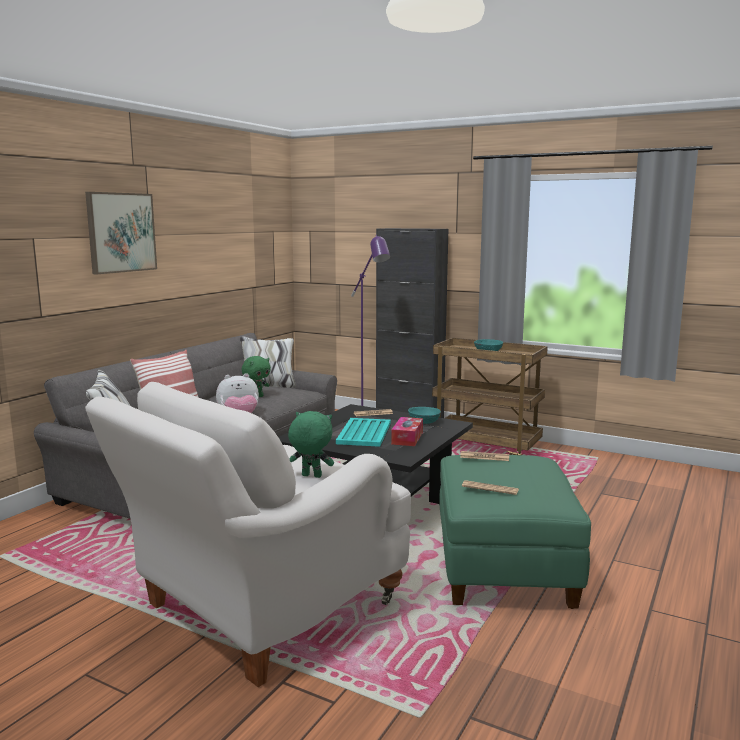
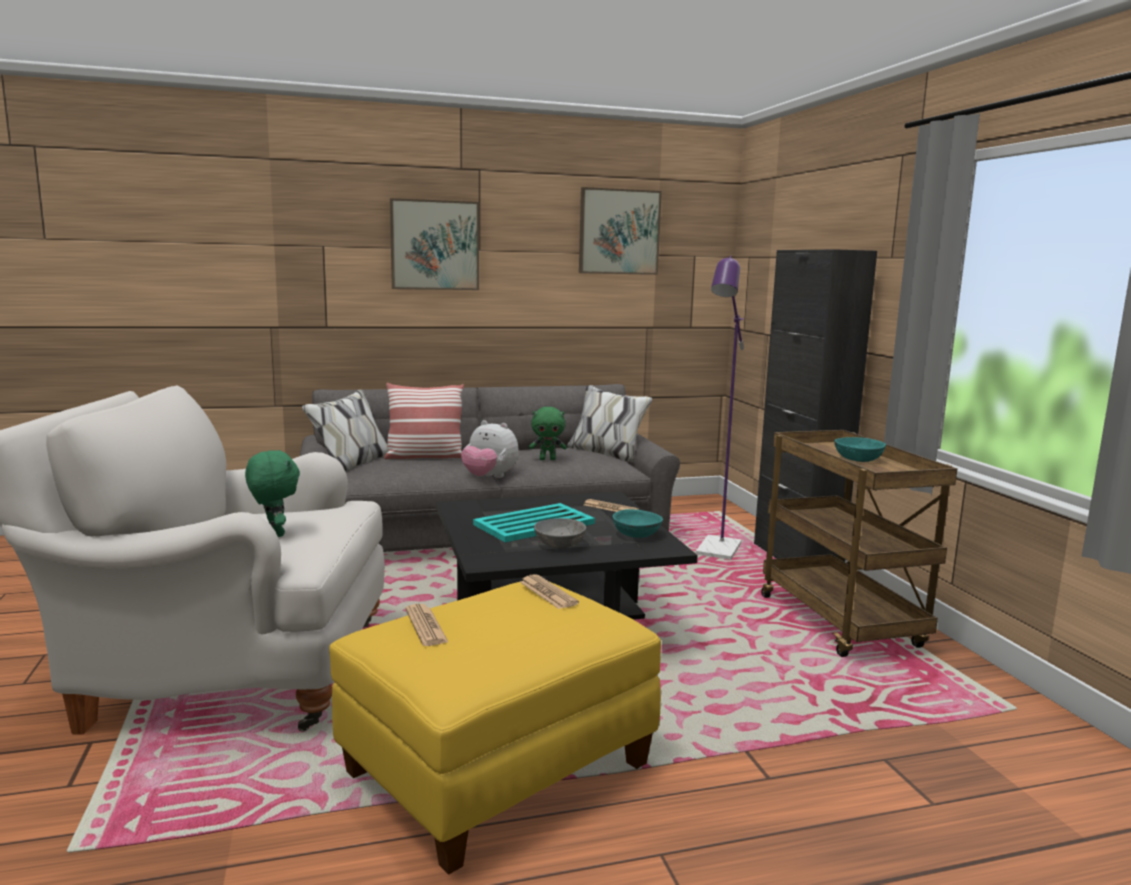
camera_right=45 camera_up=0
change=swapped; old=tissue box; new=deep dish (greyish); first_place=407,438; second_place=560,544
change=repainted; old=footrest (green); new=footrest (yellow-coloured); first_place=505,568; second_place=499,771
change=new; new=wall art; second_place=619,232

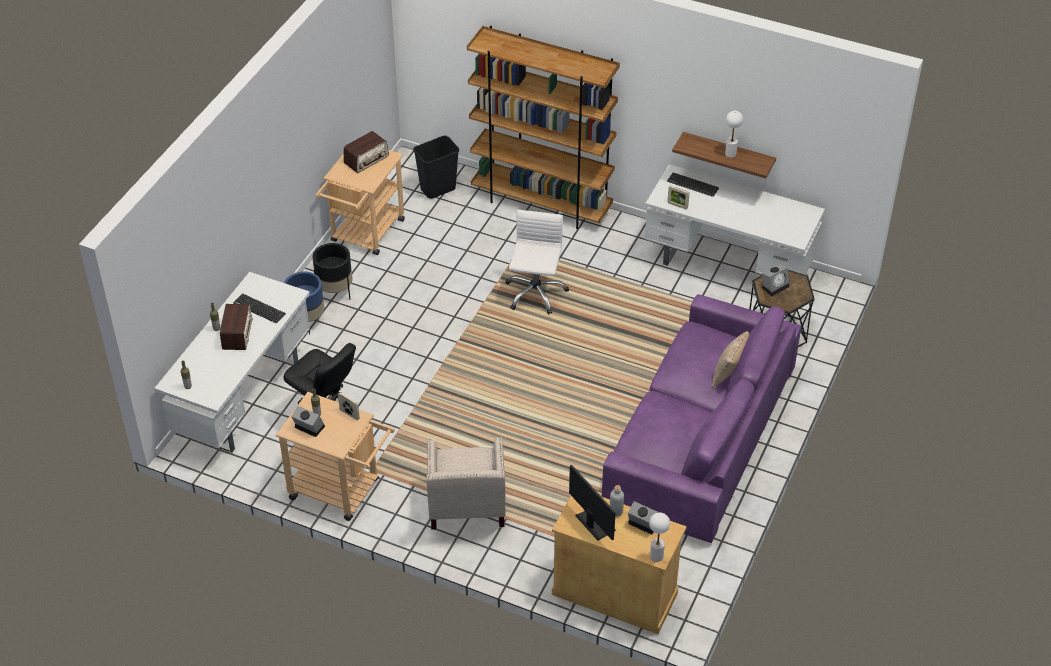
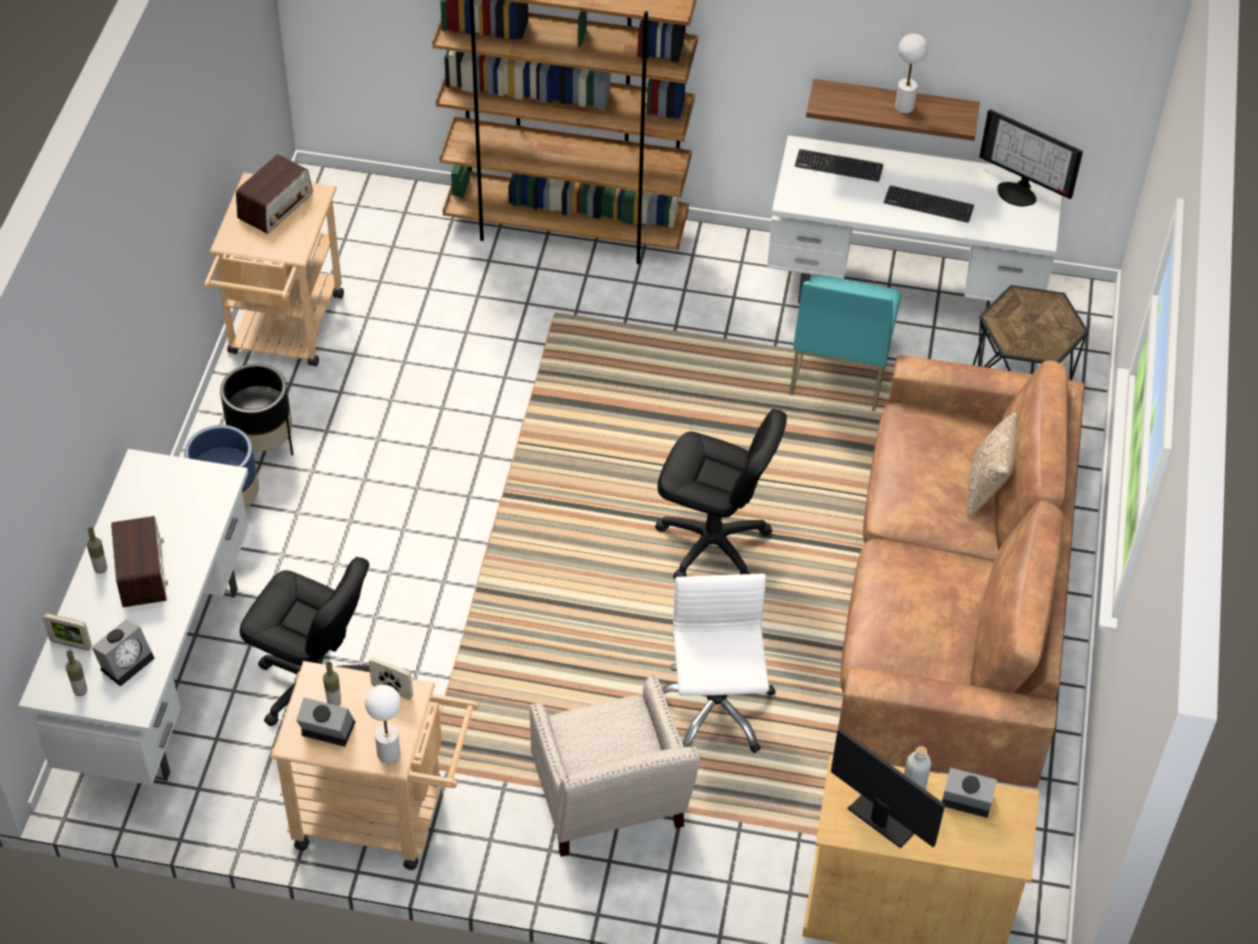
camera_right=-15 camera_up=5
change=gone; old=trash can (black); first_place=438,189
change=shifted; old=photo frame; first_place=677,205; second_place=71,644
change=shifted; old=desk chair (whitish); first_place=535,293; second_place=714,710
change=shifted; old=table clock; first_place=775,286; second_place=127,661
change=shifted; old=computer keyboard; first_place=259,308; second_place=928,205
change=repainted; old=sofa (purple); new=sofa (brownish); first_place=699,435; second_place=953,596
change=shifted; old=table lamp (whitish); first_place=656,556; second_place=389,753
change=new; new=monitor; second_place=1019,192
change=new; new=upright chair (turquoise-coloured); second_place=839,368
change=new; new=desk chair (black); second_place=713,544

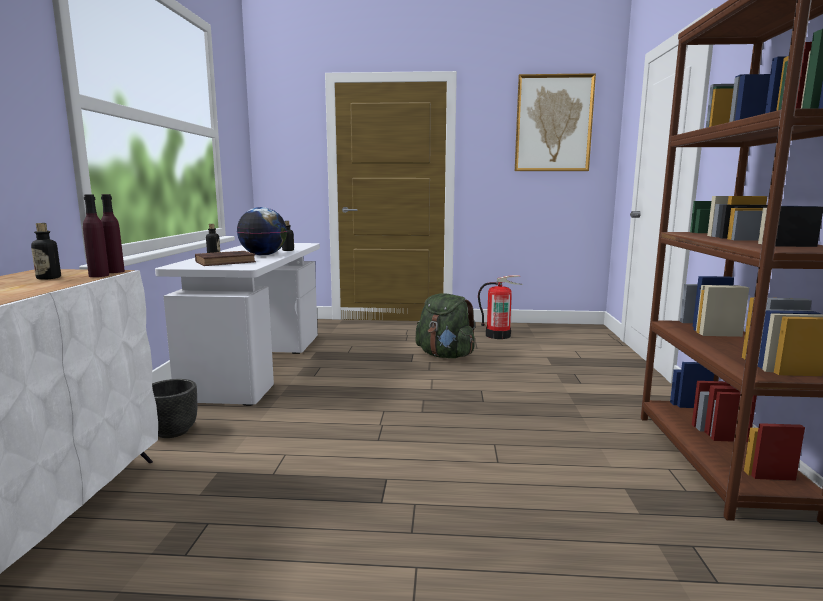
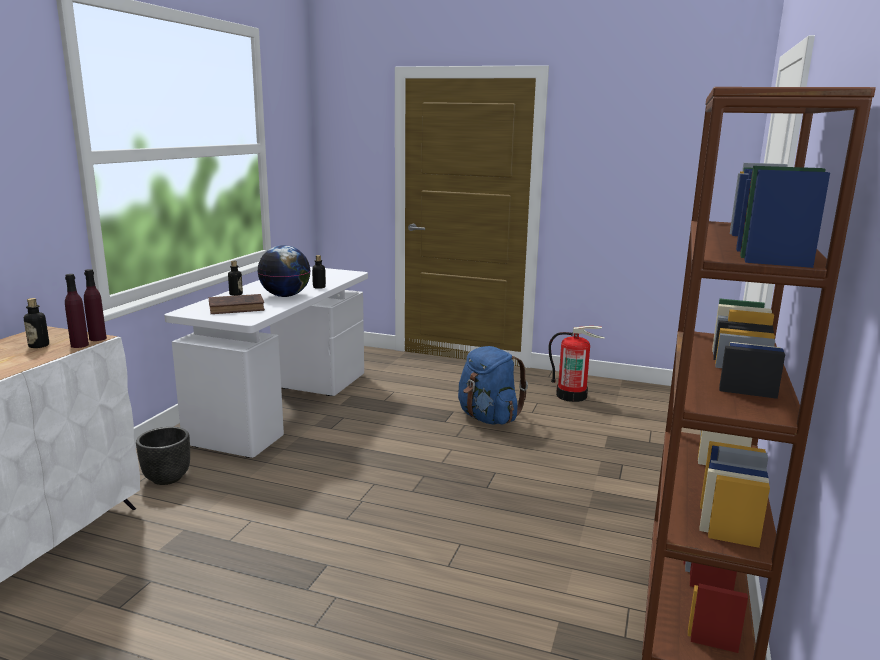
camera_right=15 camera_up=5
change=gone; old=wall art; first_place=553,123
change=repainted; old=backpack (green); new=backpack (blue); first_place=445,355; second_place=488,418

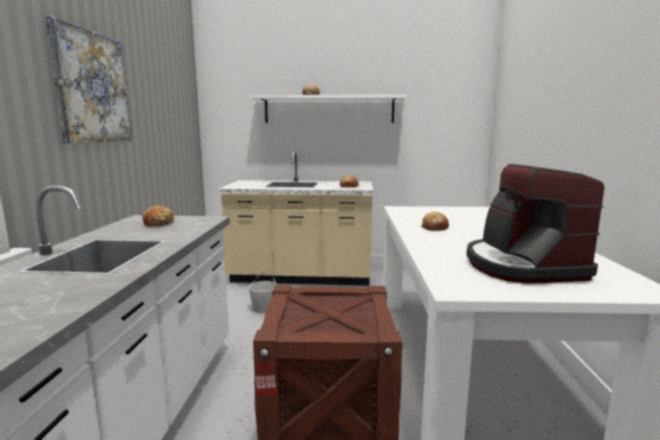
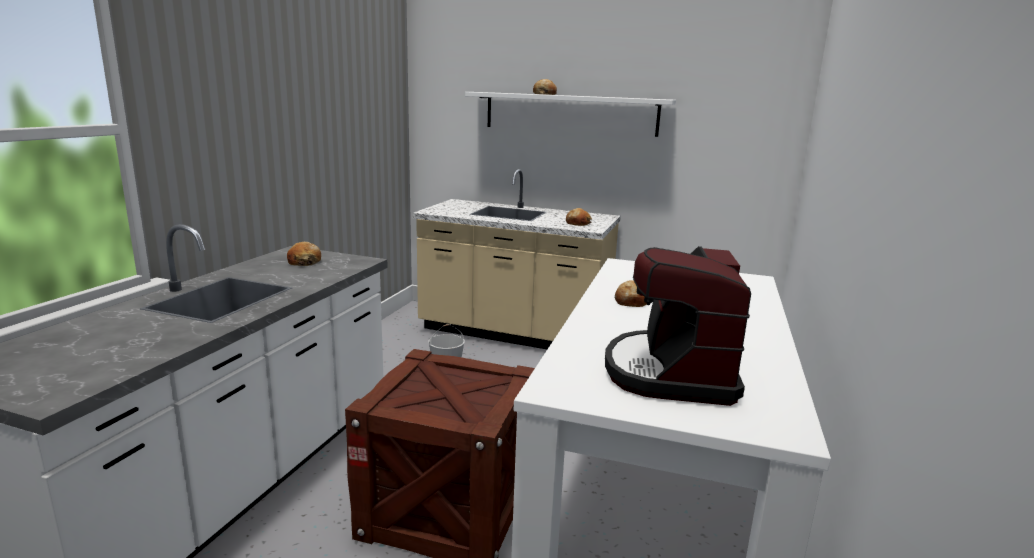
camera_right=15 camera_up=5
change=gone; old=wall art; first_place=92,87

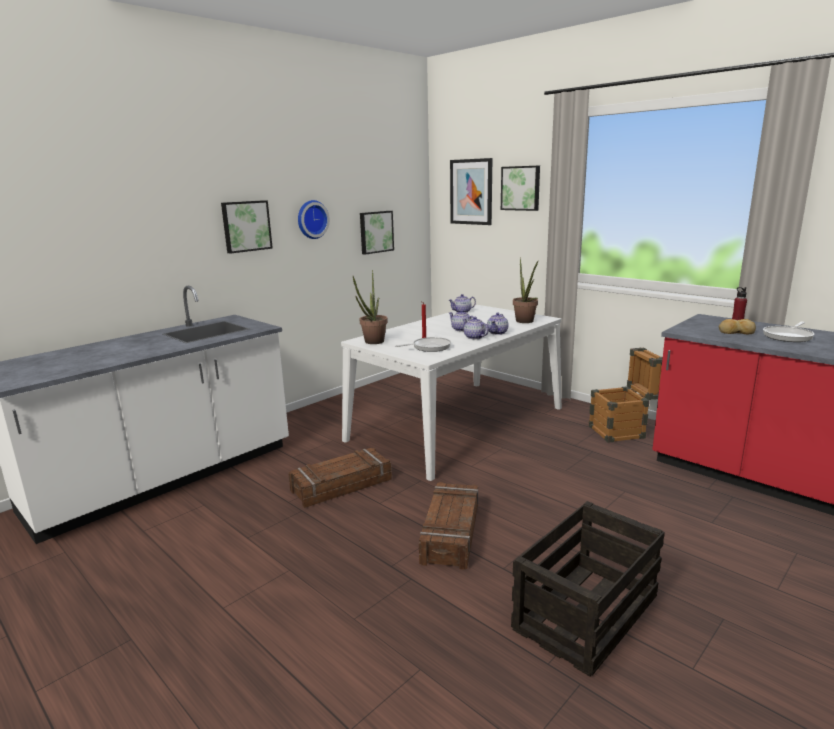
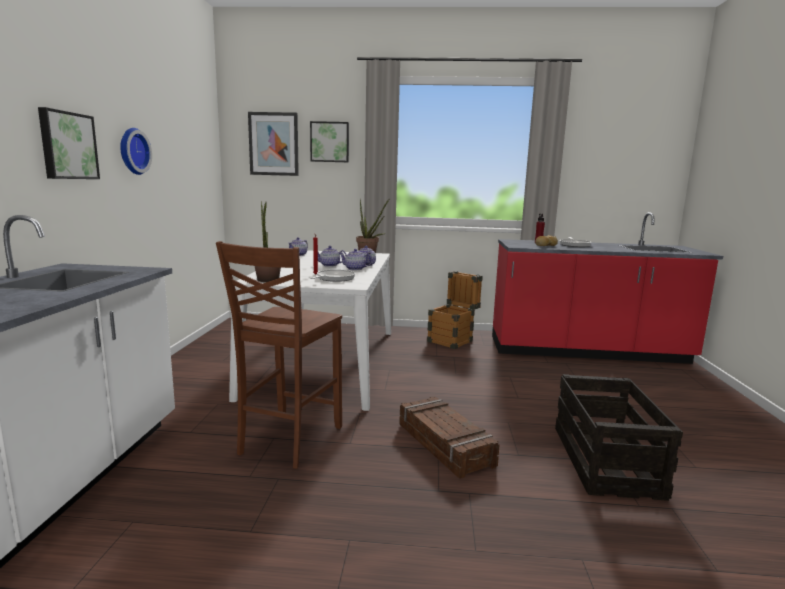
camera_right=-40 camera_up=-5
change=gone; old=wall art; first_place=375,232
change=swapped; old=crate; new=upright chair (brownish); first_place=341,485; second_place=288,440

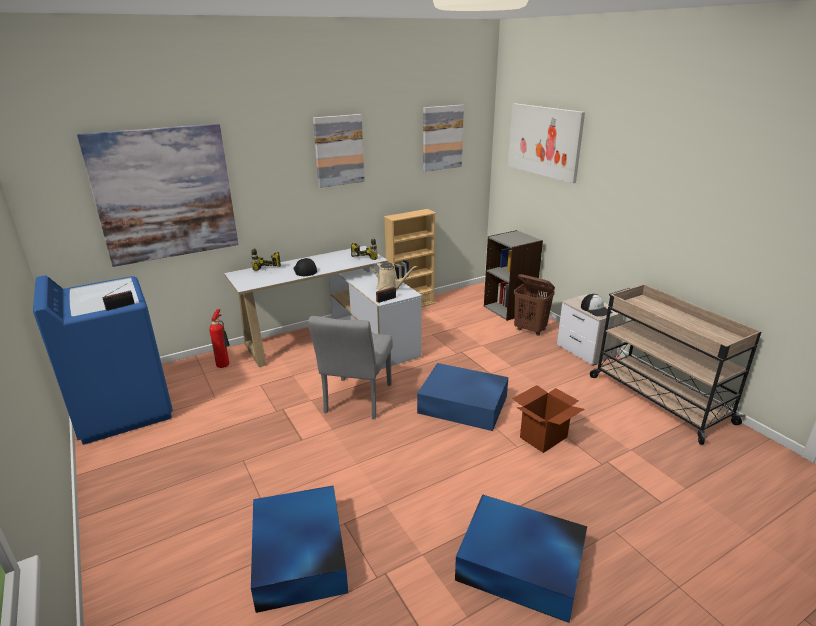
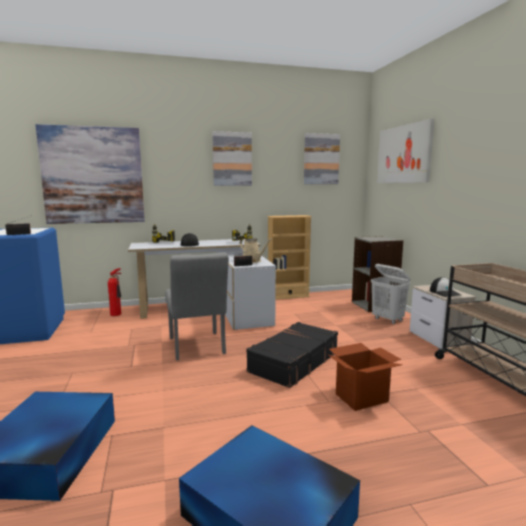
camera_right=15 camera_up=-15
change=repainted; old=washing basket (brownish); new=washing basket (whitish); first_place=530,330; second_place=388,319
change=rotated; old=upright chair (greyish); first_place=356,402; second_place=197,348; degrees=-45
change=swapped; old=storage box (blue); new=suitcase (black); first_place=464,405; second_place=293,362

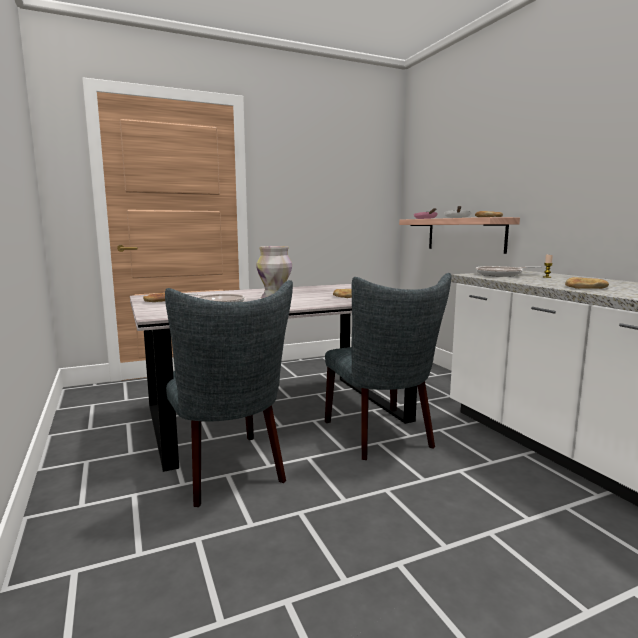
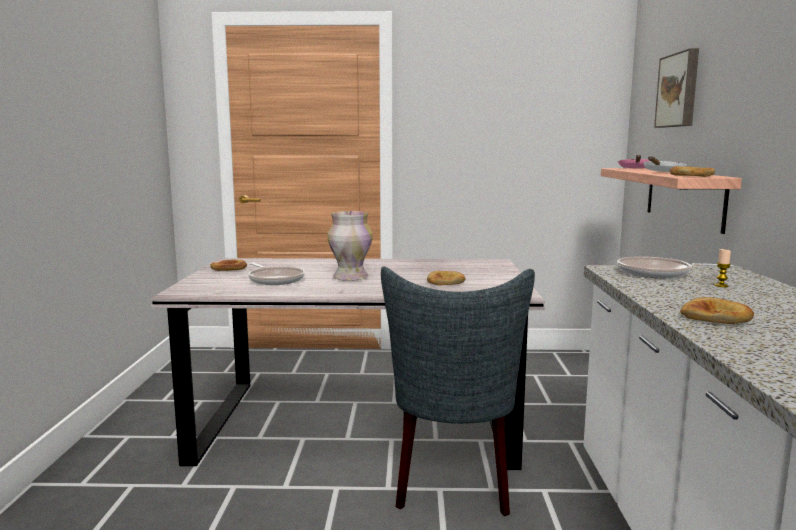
camera_right=25 camera_up=0
change=gone; old=upright chair (greyish); first_place=228,472
change=new; new=wall art; second_place=679,90

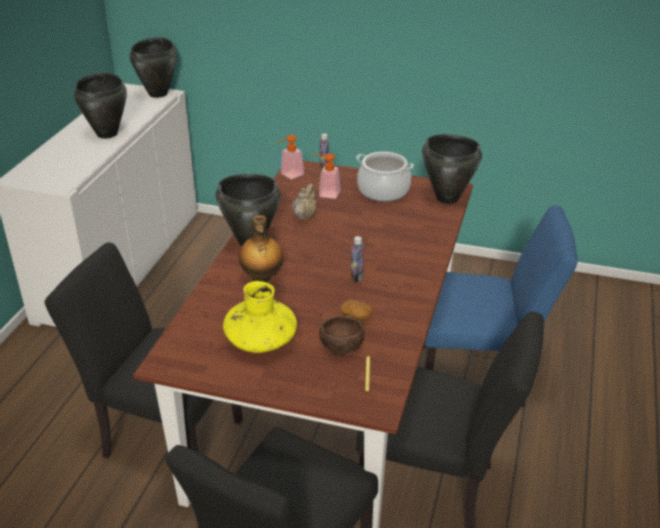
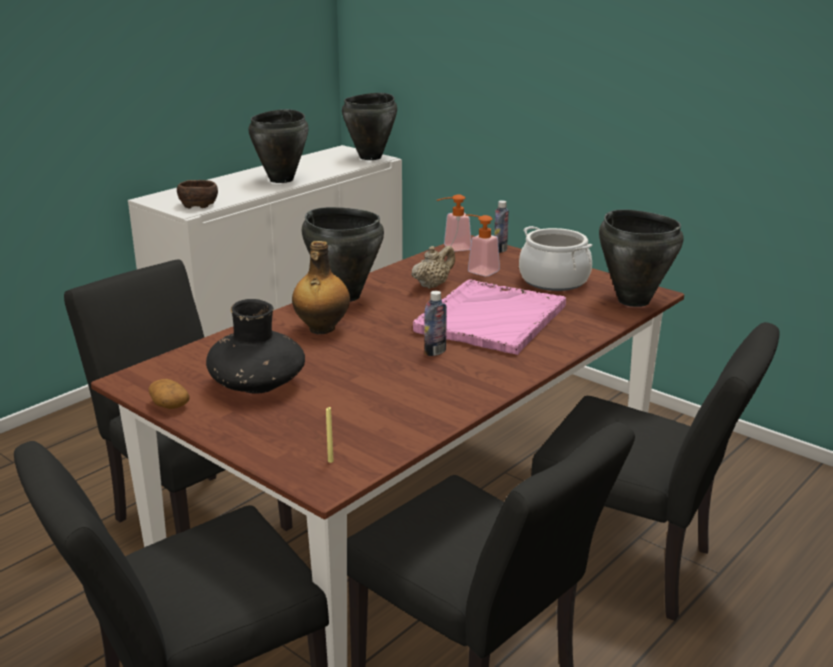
camera_right=25 camera_up=-10
change=repainted; old=upright chair (blue); new=upright chair (black); first_place=481,376; second_place=636,566
change=repainted; old=vase (yellow-coloured); new=vase (black); first_place=261,340; second_place=257,384
change=shifted; old=spud; first_place=355,317; second_place=169,405
change=shifted; old=deep dish (brownish); first_place=340,345; second_place=198,204
change=new; new=serving tray (pinkish); second_place=490,319

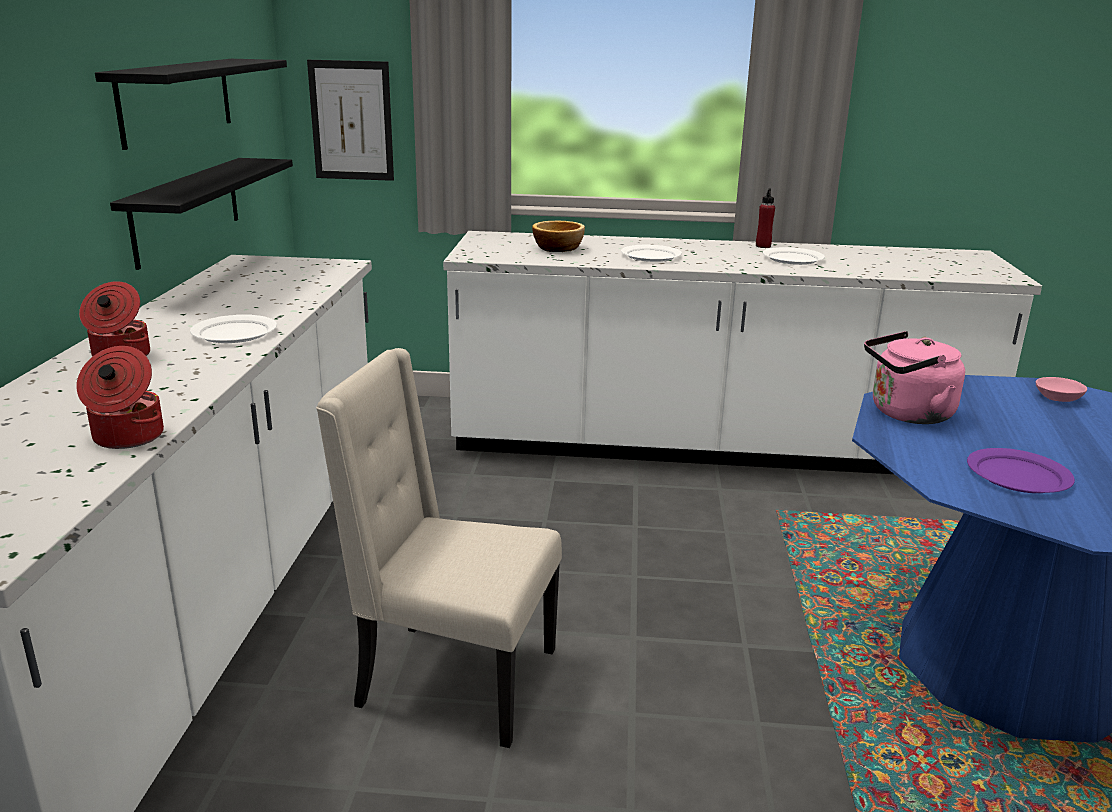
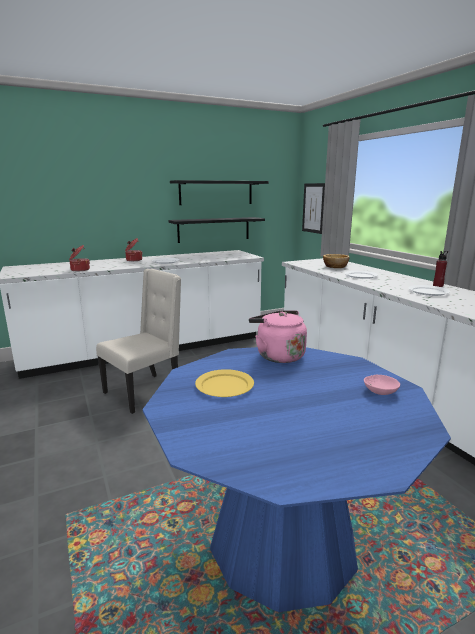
camera_right=60 camera_up=-5
change=rotated; old=upright chair (beige); first_place=452,680; second_place=145,392; degrees=60
change=repainted; old=plate (purple); new=plate (yellow-coloured); first_place=1017,475; second_place=224,385

